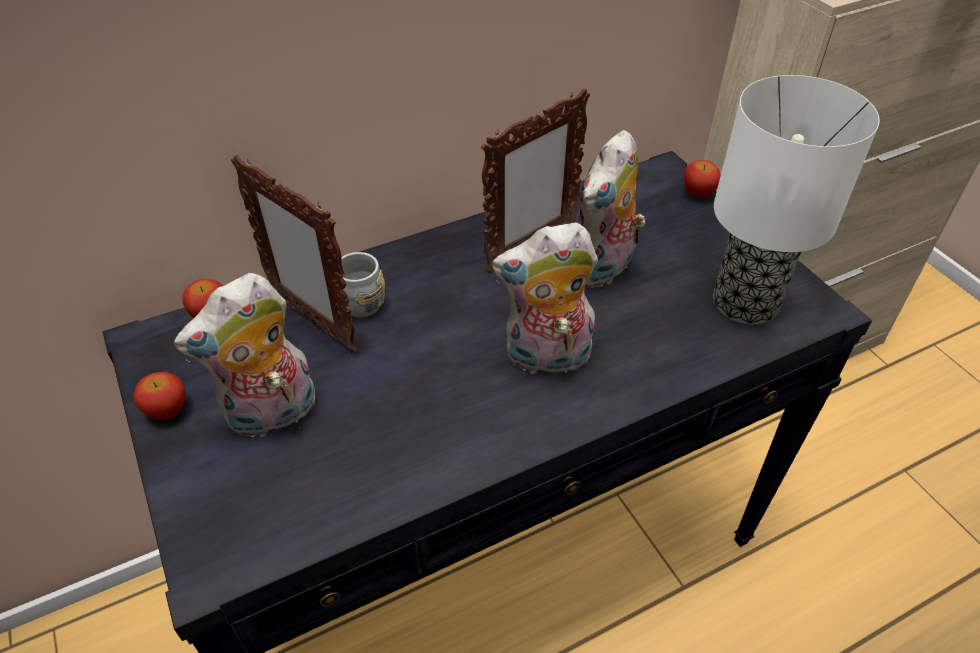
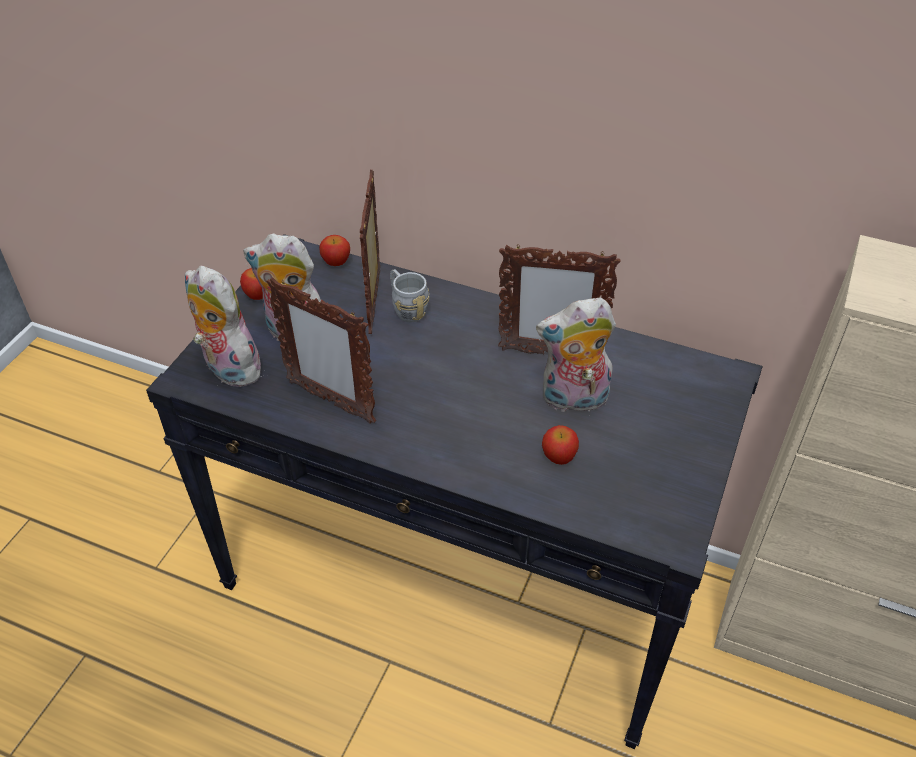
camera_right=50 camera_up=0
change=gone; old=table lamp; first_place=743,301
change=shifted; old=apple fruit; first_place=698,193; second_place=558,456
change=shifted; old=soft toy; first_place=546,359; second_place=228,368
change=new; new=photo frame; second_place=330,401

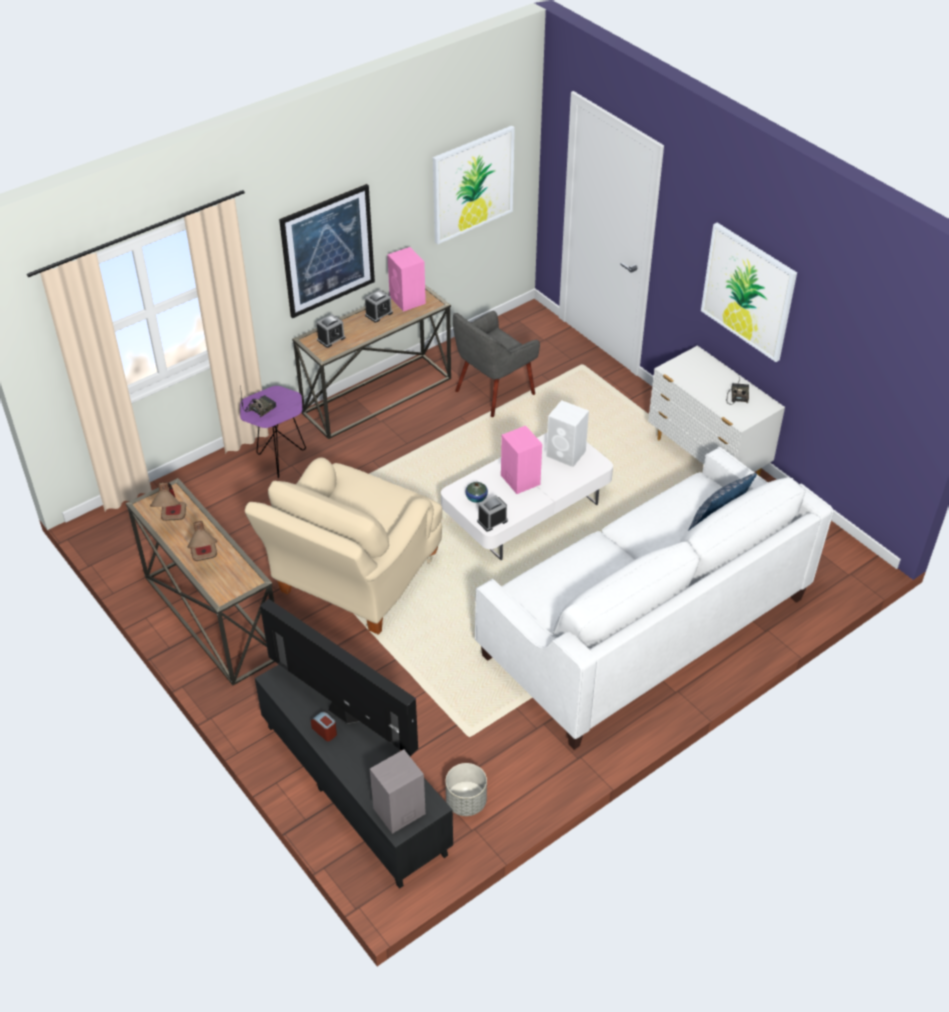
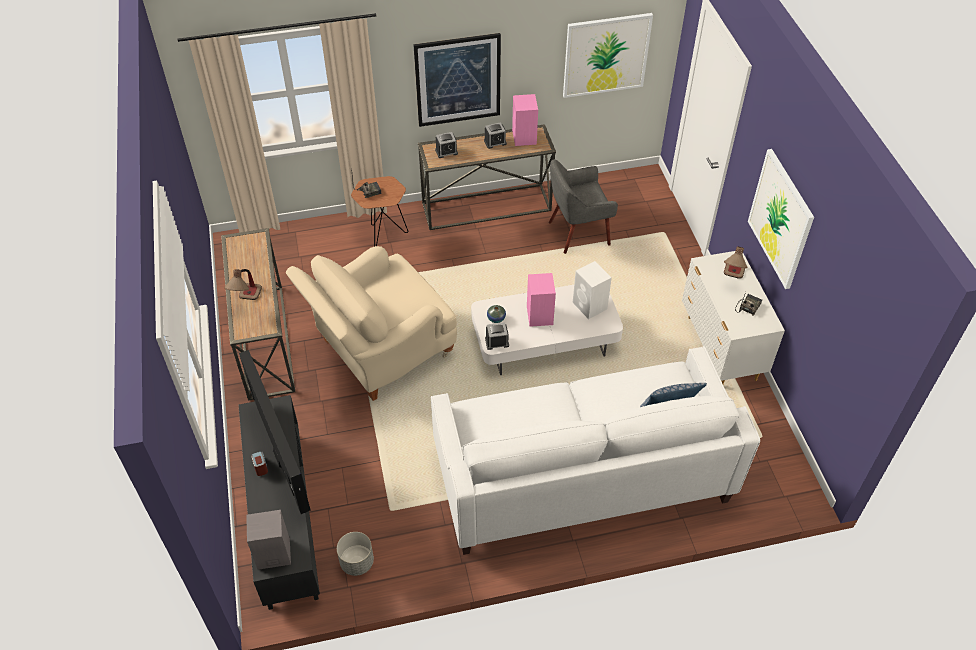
camera_right=25 camera_up=5
change=repainted; old=side table (purple); new=side table (brownish); first_place=278,461; second_place=383,235
change=shifted; old=table lamp; first_place=173,522; second_place=732,278

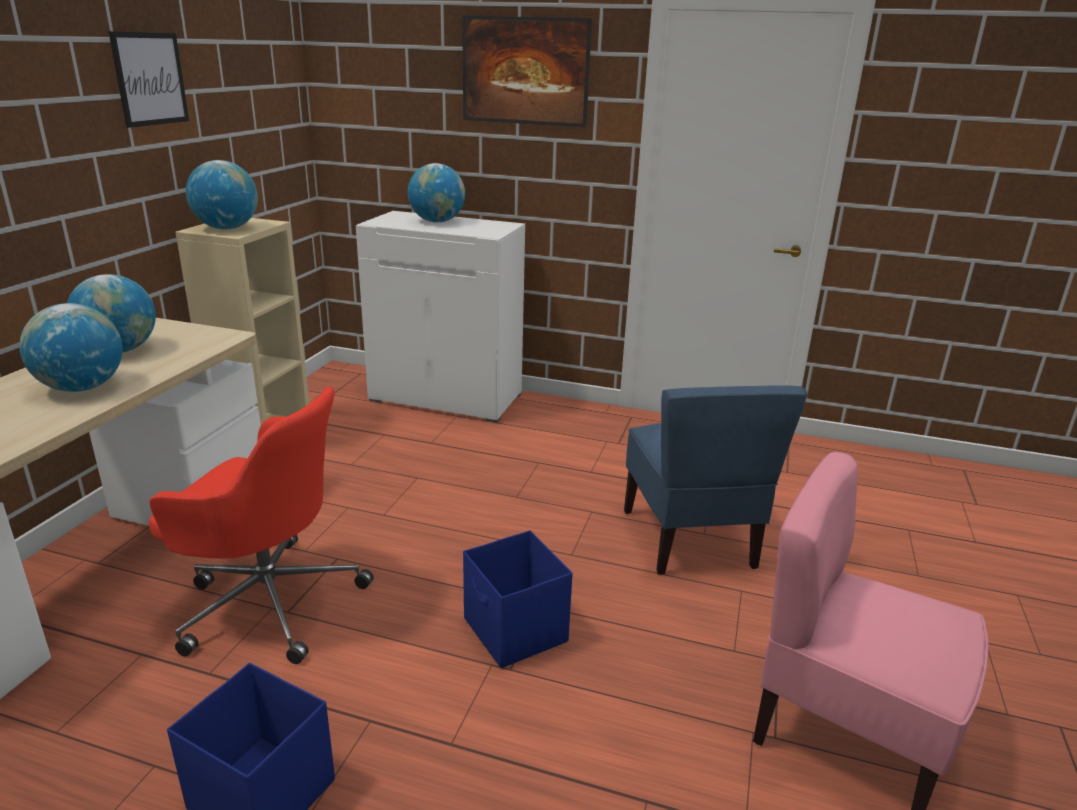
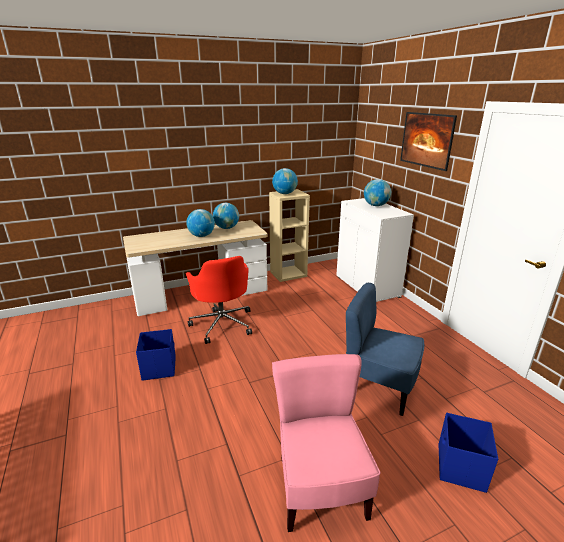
camera_right=50 camera_up=0
change=gone; old=wall art; first_place=150,79
change=rotated; old=upright chair (blue); first_place=690,539; second_place=379,387; degrees=75
change=shifted; old=storage box (blue); first_place=515,631; second_place=460,468

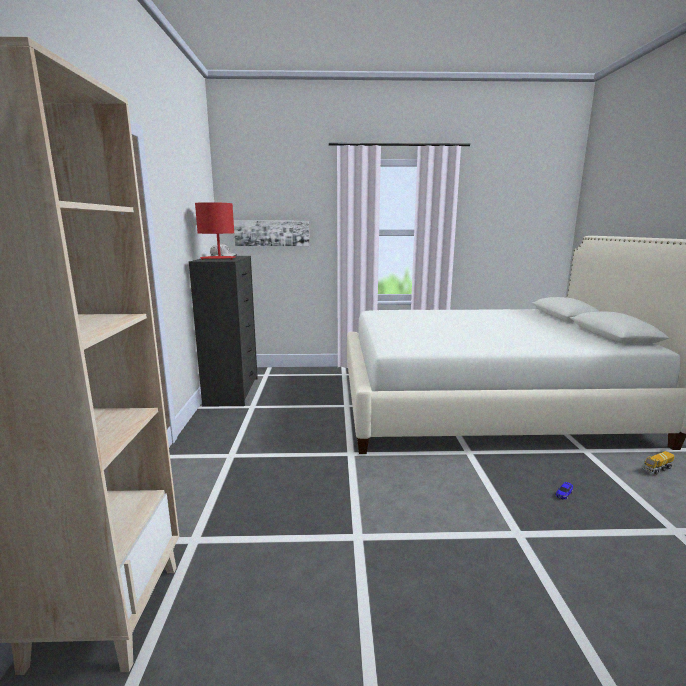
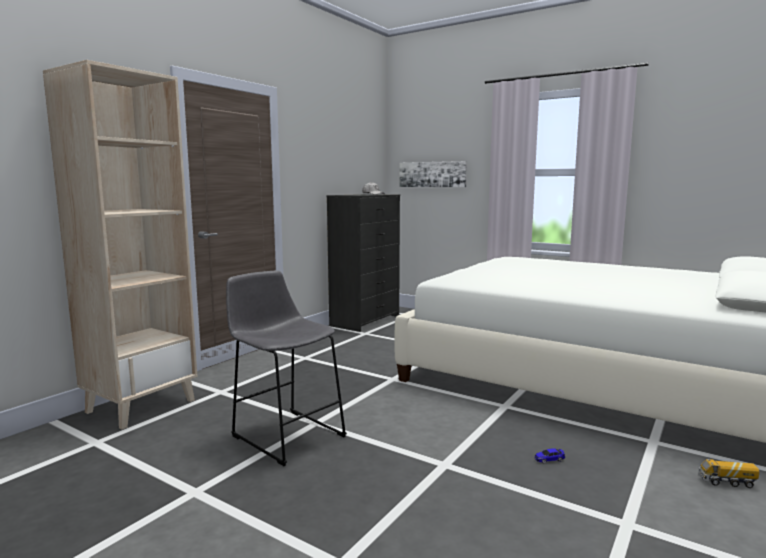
camera_right=35 camera_up=-5
change=gone; old=table lamp (reddish); first_place=218,258
change=new; new=stool seat (greyish); second_place=285,434

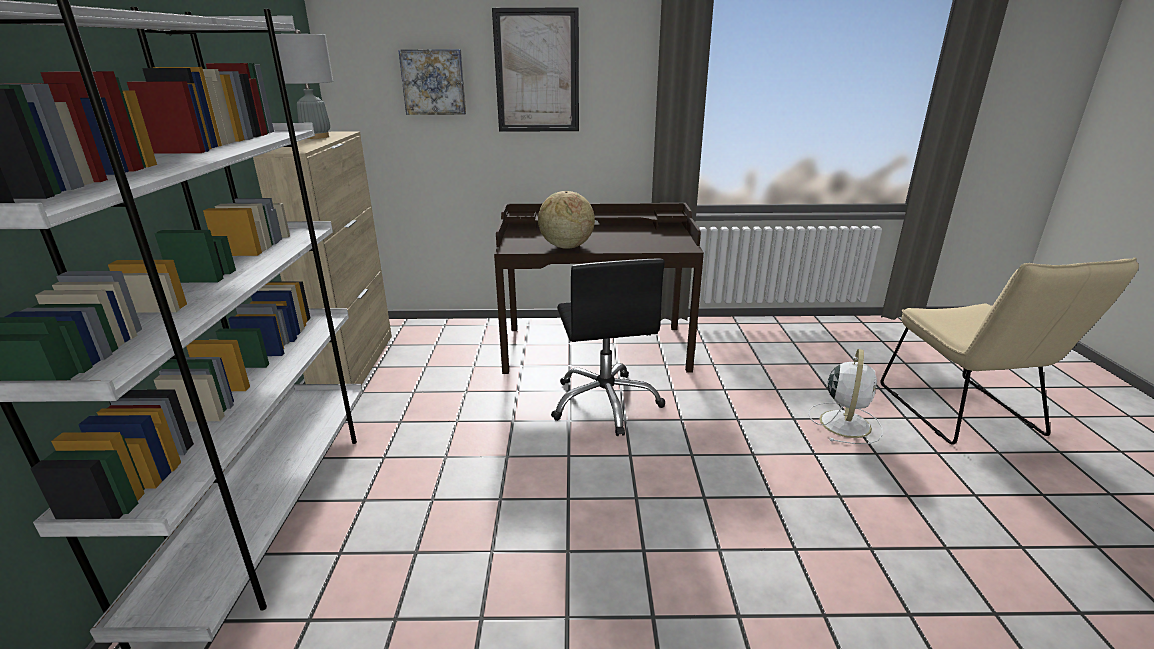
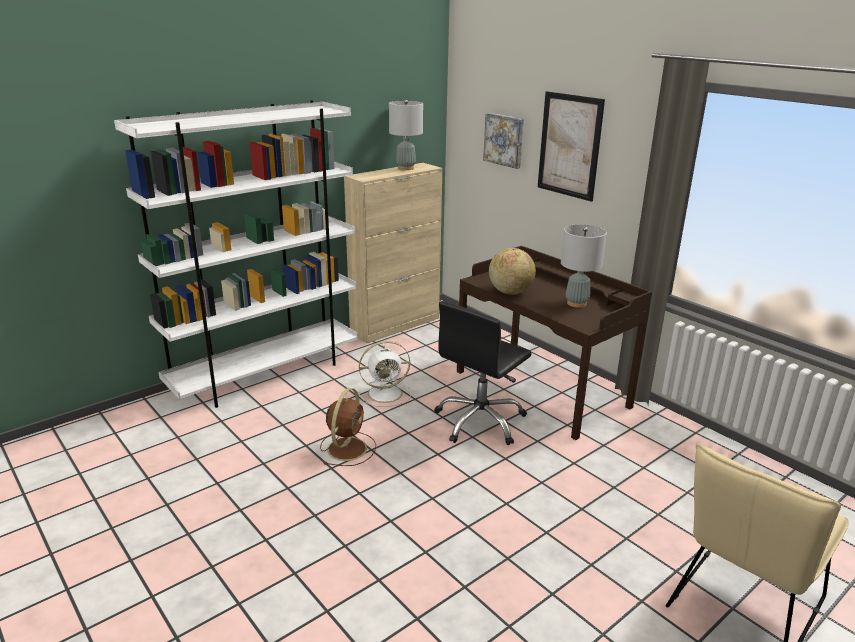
camera_right=50 camera_up=0
change=shifted; old=fan (whitish); first_place=845,422; second_place=386,393
change=new; new=table lamp (greyish); second_place=576,303
change=new; new=fan (brownish); second_place=348,448

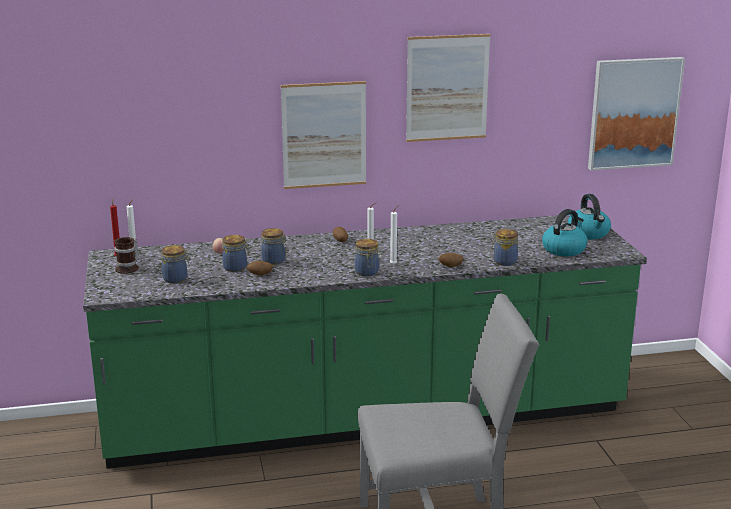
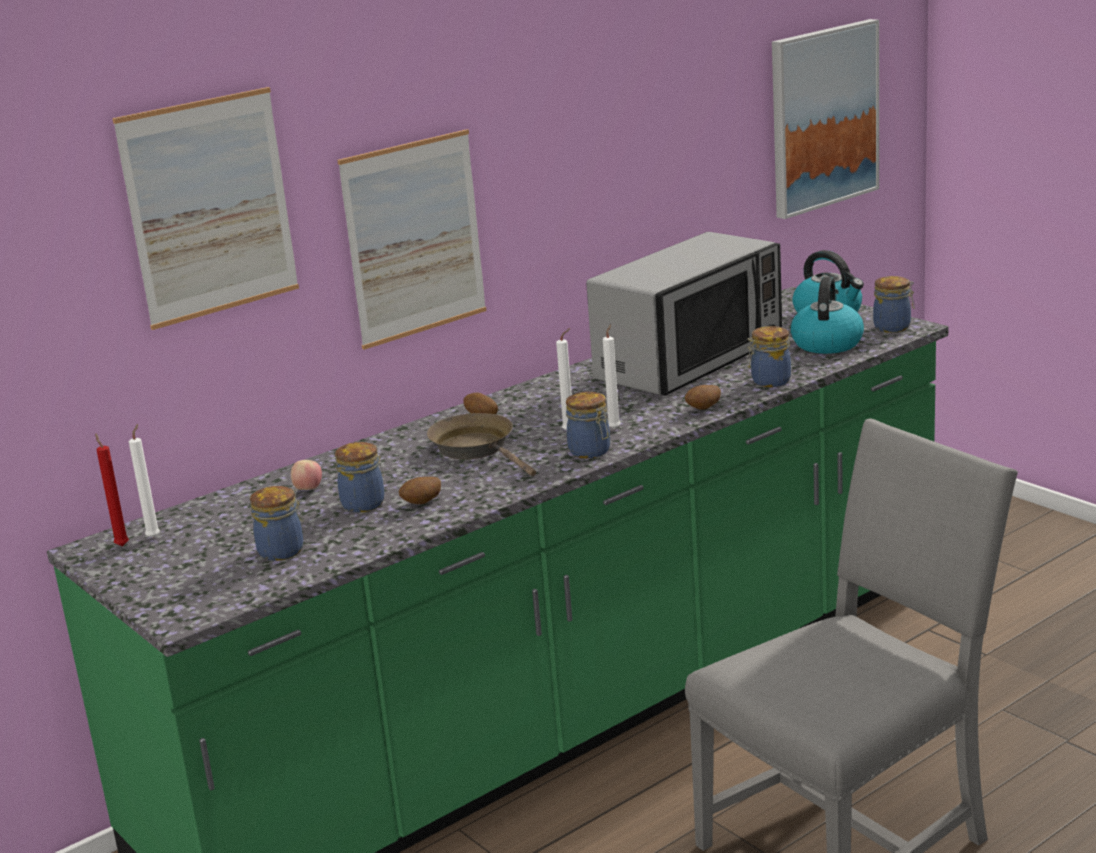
camera_right=-25 camera_up=0
change=shifted; old=wall art; first_place=447,88; second_place=209,207
change=shifted; old=preserve jar; first_place=274,261; second_place=893,327
change=gone; old=tea mug; first_place=129,268
change=new; new=microwave; second_place=691,360
change=new; new=pan (brownish); second_place=477,449

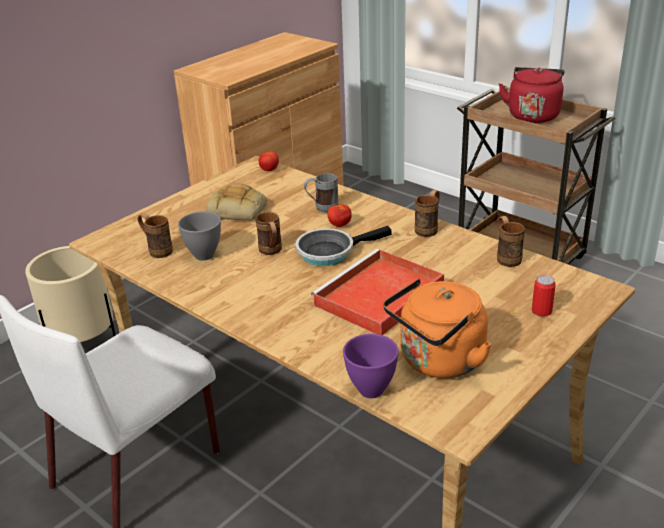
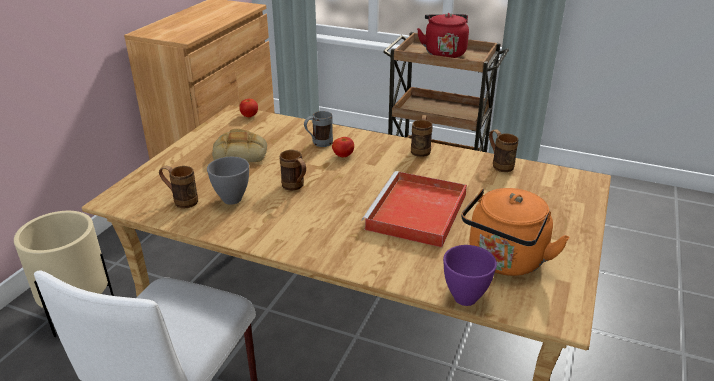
camera_right=-20 camera_up=0
change=gone; old=pan; first_place=330,252
change=gone; old=sealed can; first_place=541,311

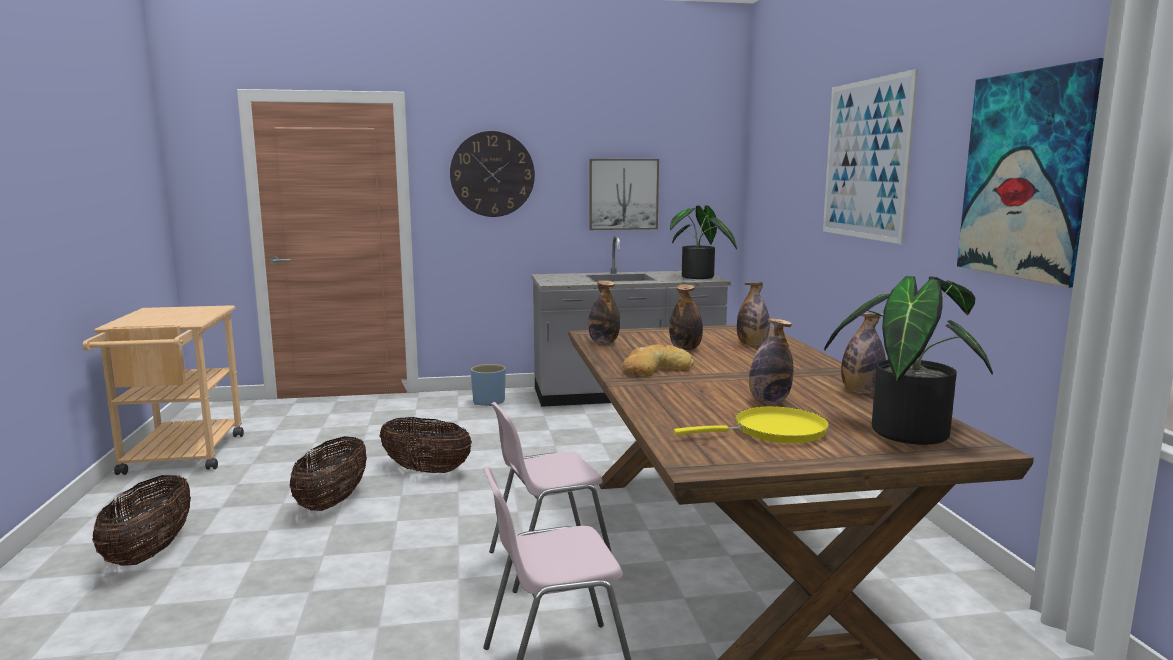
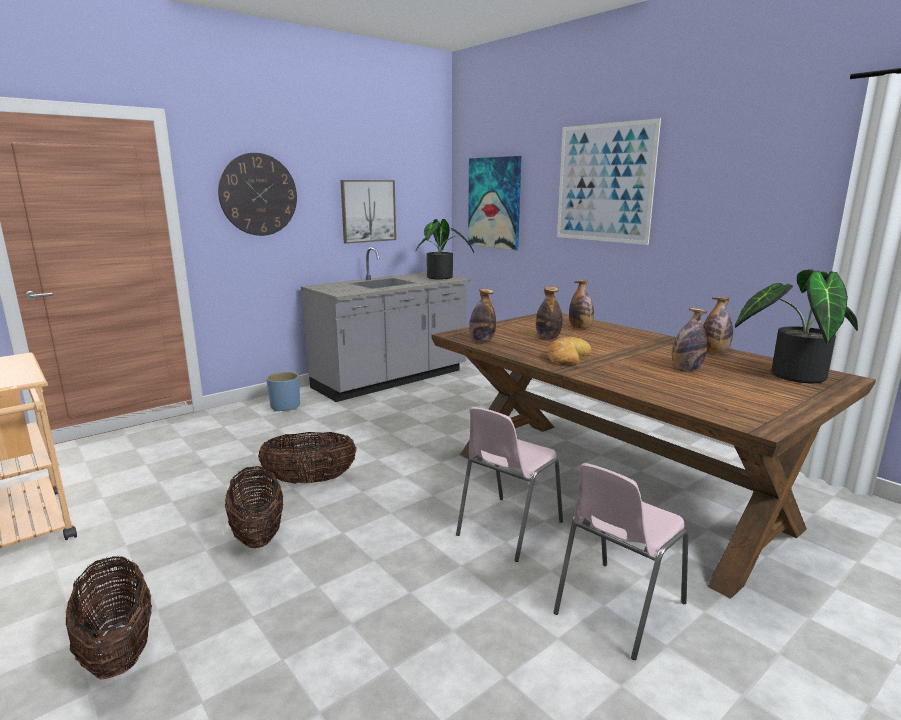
camera_right=-30 camera_up=5
change=shifted; old=wall art; first_place=1027,175; second_place=494,203
change=gone; old=pan (yellow-coloured); first_place=773,431

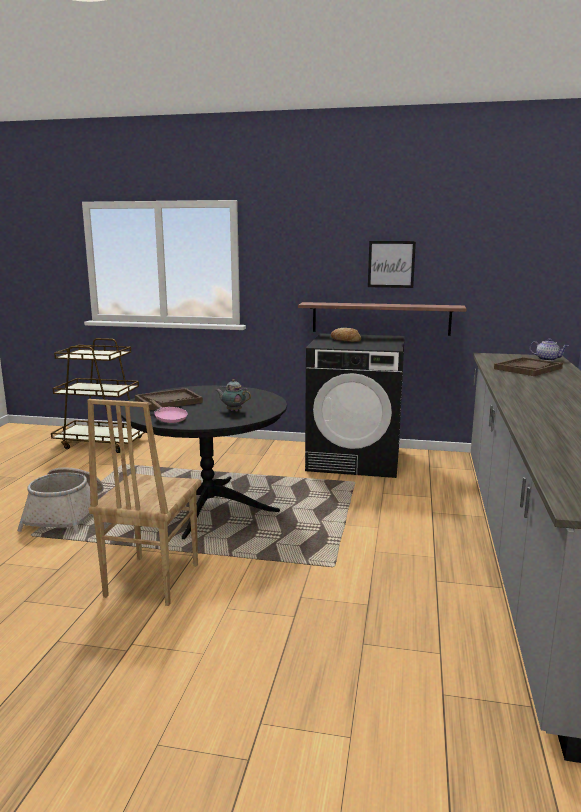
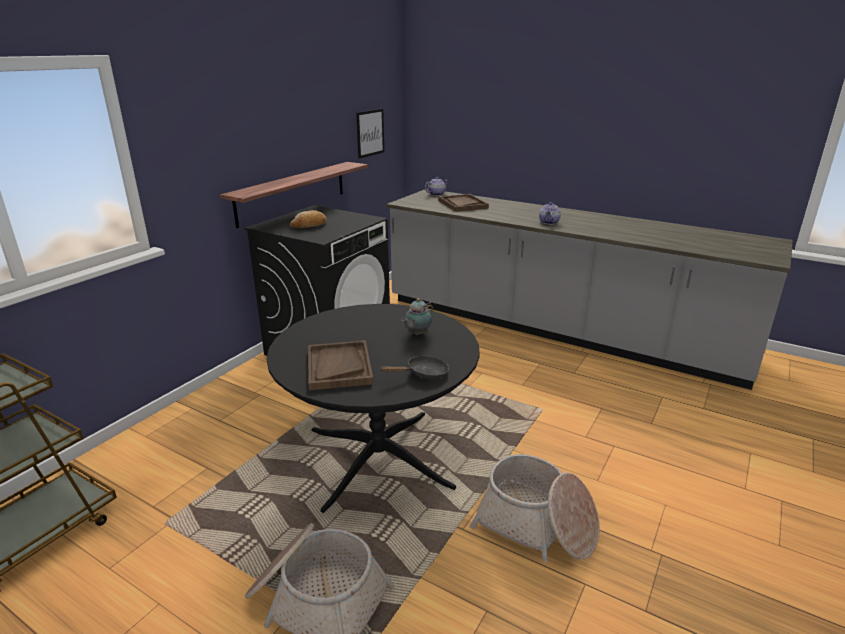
camera_right=-70 camera_up=10
change=shifted; old=wall art; first_place=391,264; second_place=370,133
change=swapped; old=upright chair (brownish); new=household basket; first_place=150,580; second_place=536,525
change=repainted; old=pan (pinkish); new=pan (black); first_place=168,418; second_place=423,374
change=new; new=teapot; second_place=549,222

